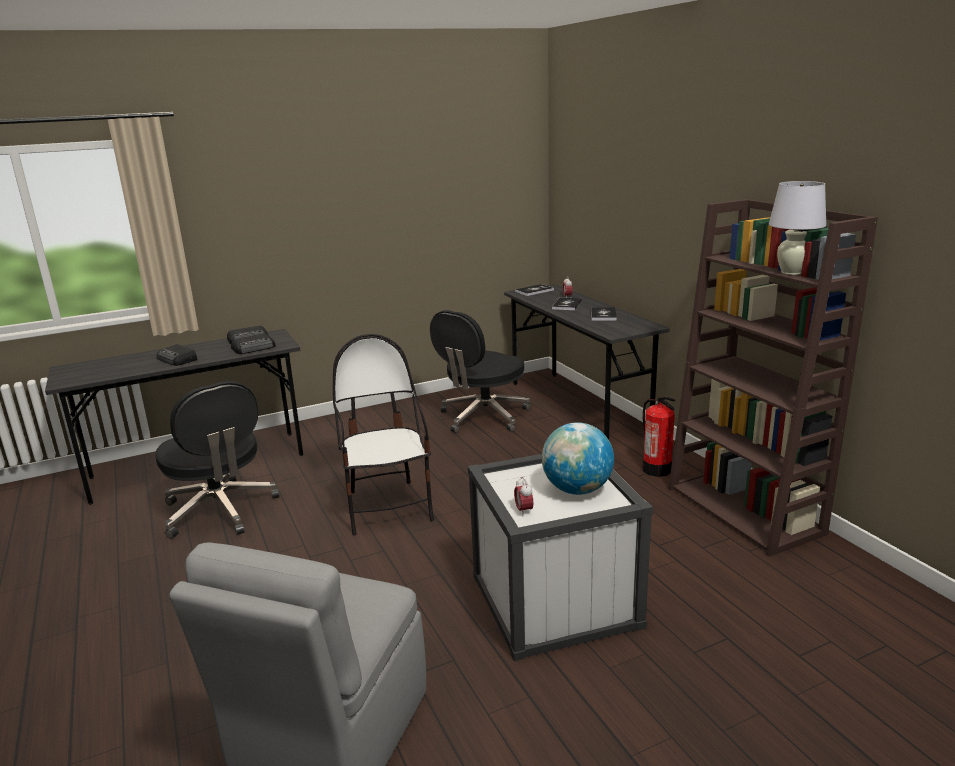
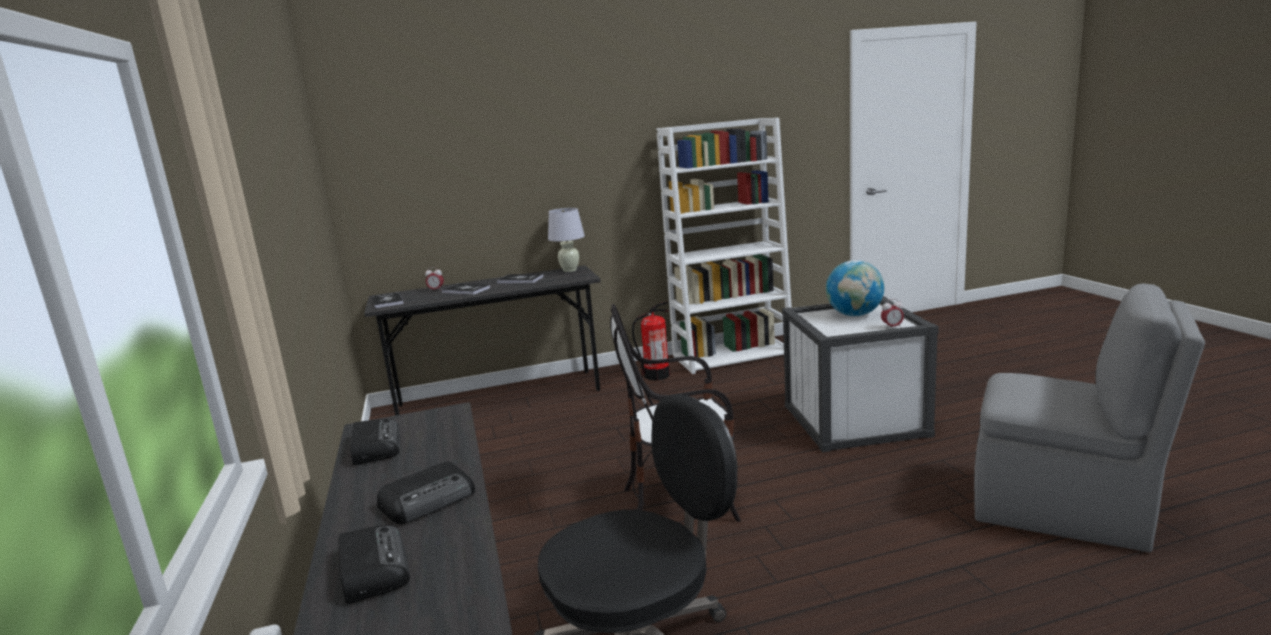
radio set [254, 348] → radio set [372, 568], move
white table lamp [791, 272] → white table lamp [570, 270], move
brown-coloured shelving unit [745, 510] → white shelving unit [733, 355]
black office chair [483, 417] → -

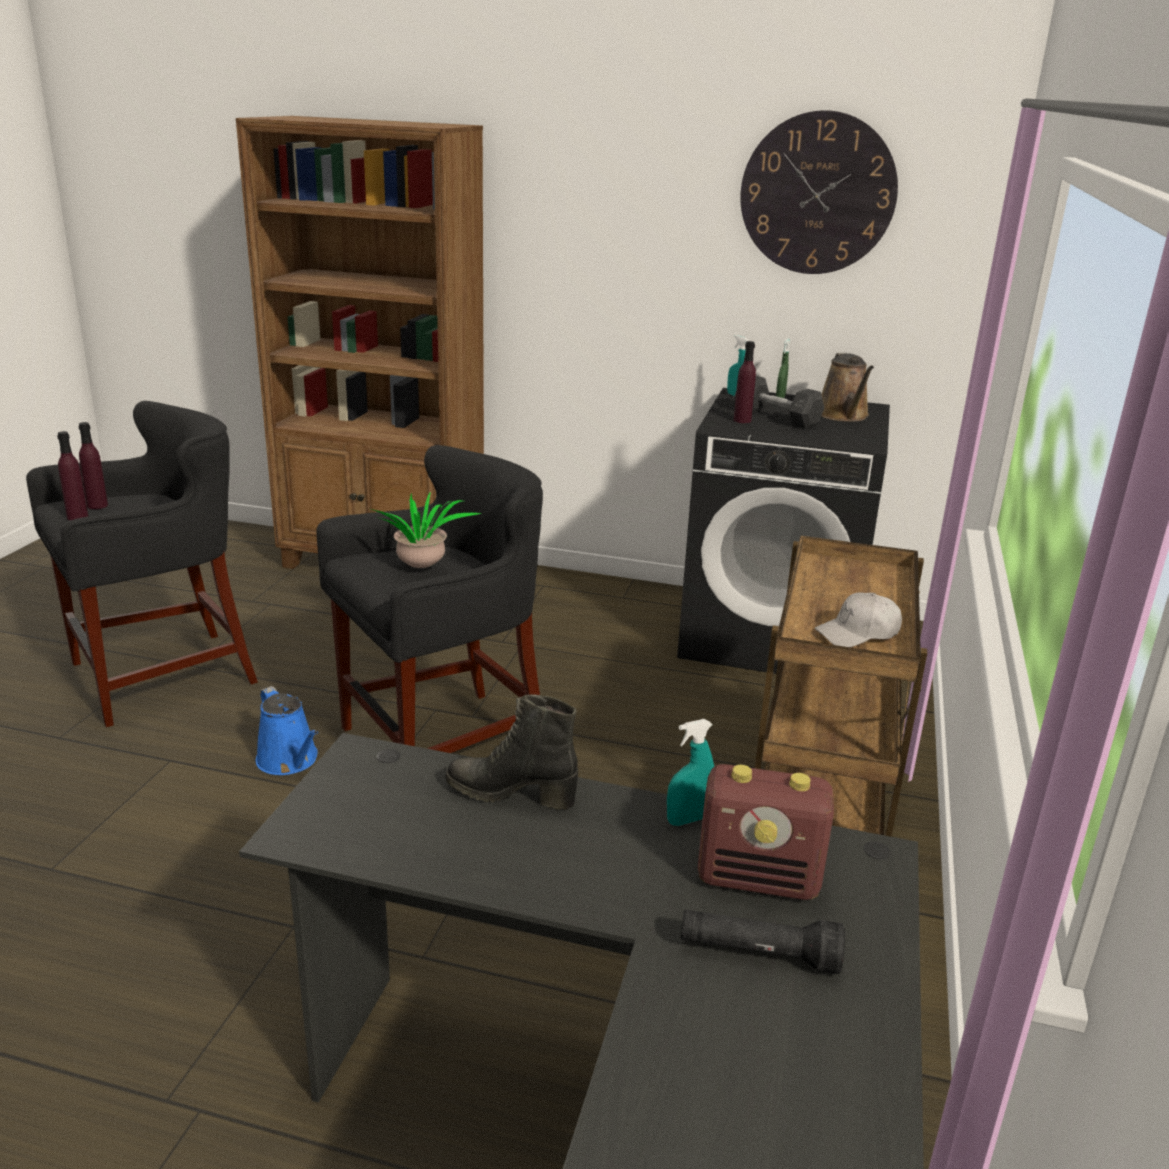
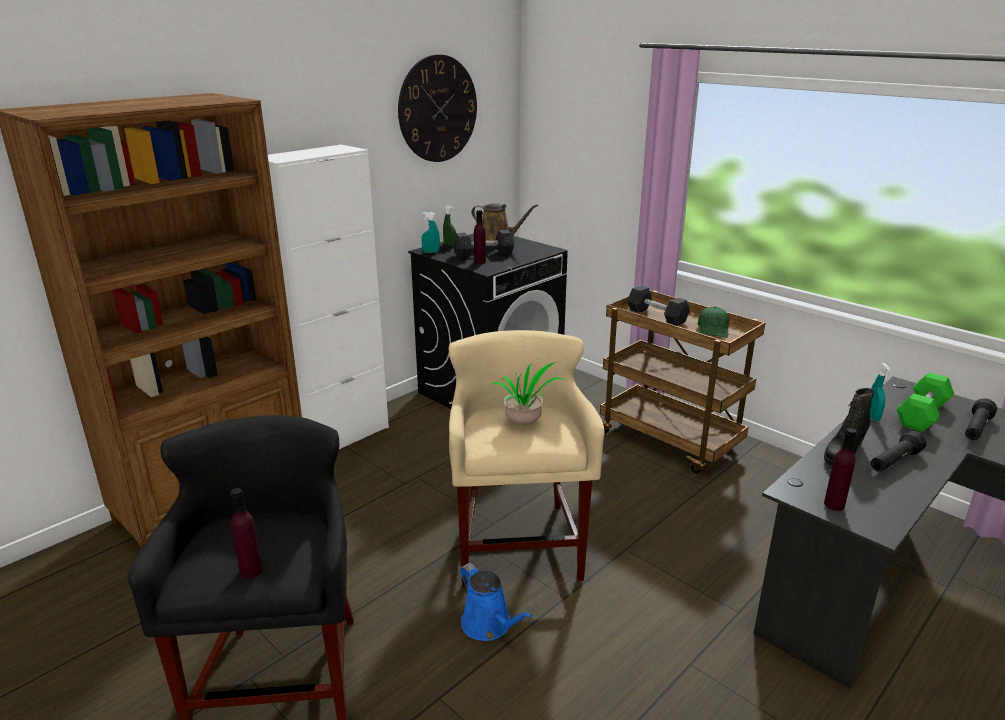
- → white cupboard [341, 436]
black stool [442, 744] → sand-coloured stool [518, 546]
bluish sprinkling can [290, 761] → bluish sprinkling can [489, 625], 60 degrees clockwise
- → grey hand weight [656, 316]
white peaked cap [858, 633] → green-coloured peaked cap [713, 330]
purple drink bottle [97, 505] → purple drink bottle [834, 504], move
- → black flashlight [894, 462]
radio set [759, 879] → green-coloured hand weight [922, 414]

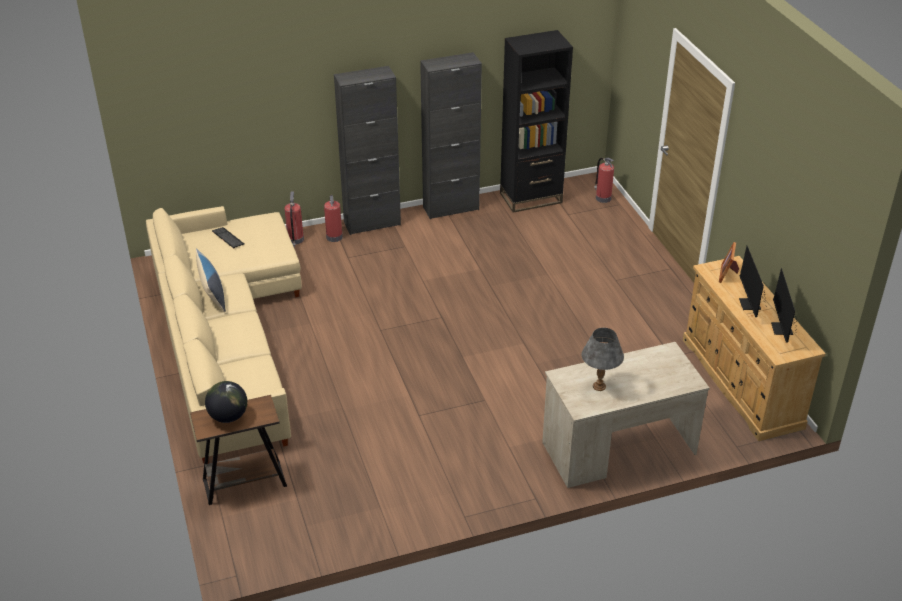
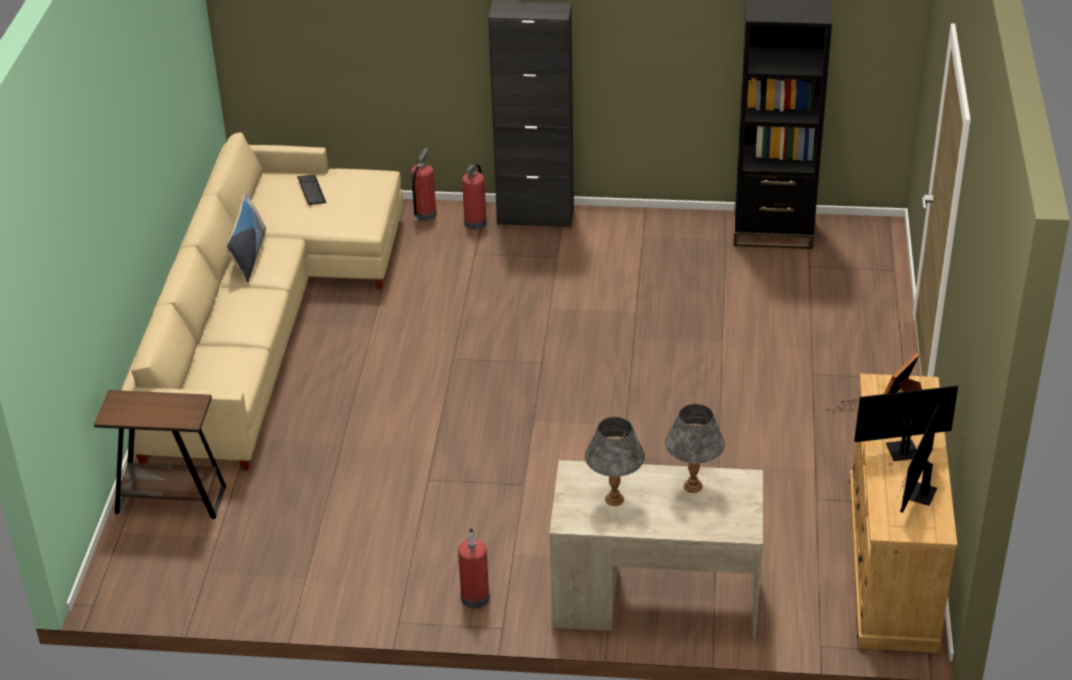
fire-fighting cylinder [603, 198] → fire-fighting cylinder [475, 596], move
- → grey table lamp [693, 486]
computer screen [749, 306] → computer screen [897, 450], 60 degrees clockwise
world globe [228, 416] → -
black cupboard [451, 208] → -

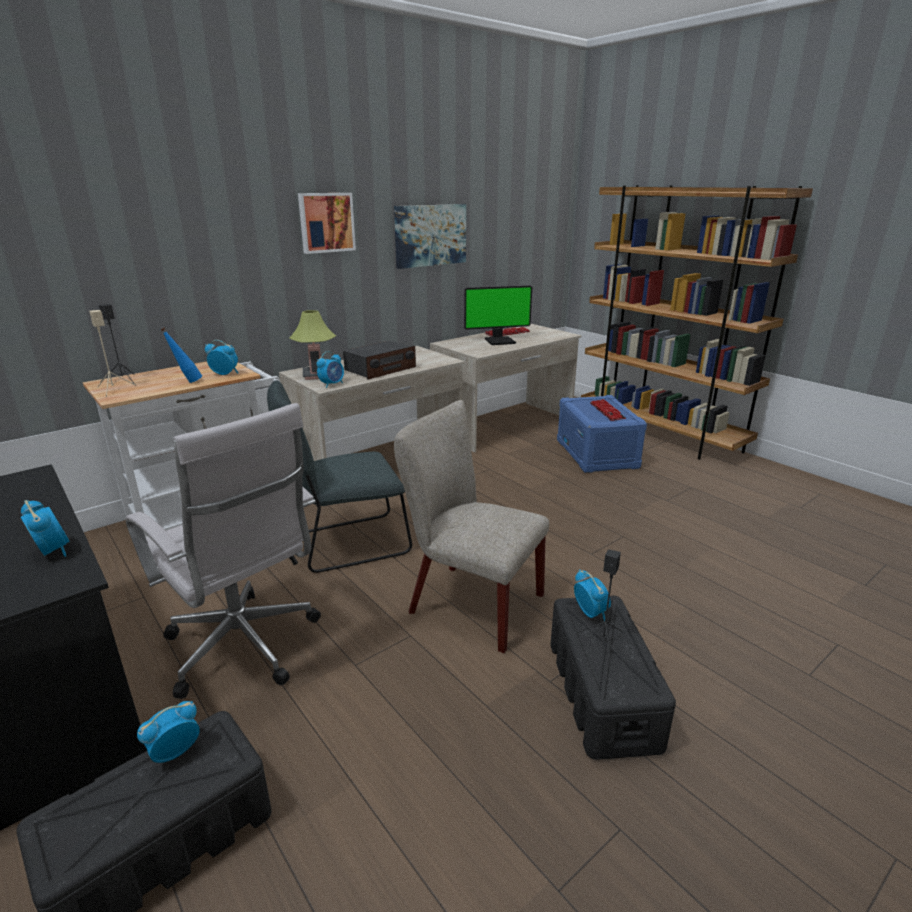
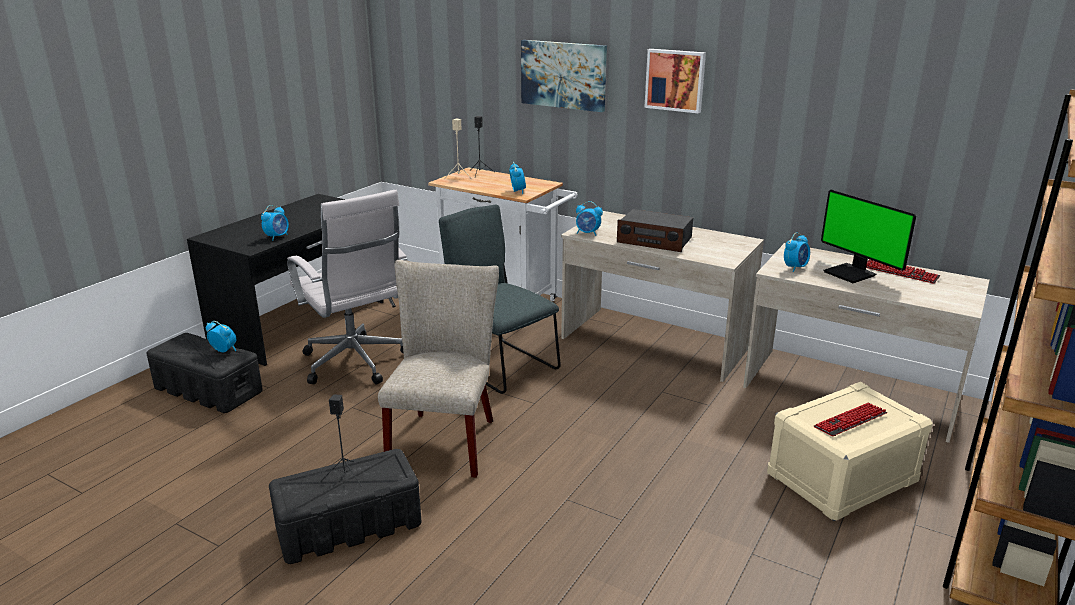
white office chair [246, 648] → white office chair [356, 364], 60 degrees counterclockwise
picture [430, 235] → picture [563, 75], move
bluish storage box [597, 454] → sand-coloured storage box [841, 479]
table clock [590, 613] → table clock [795, 267], move
bluish drink bottle [187, 382] → -
table lamp [316, 375] → -

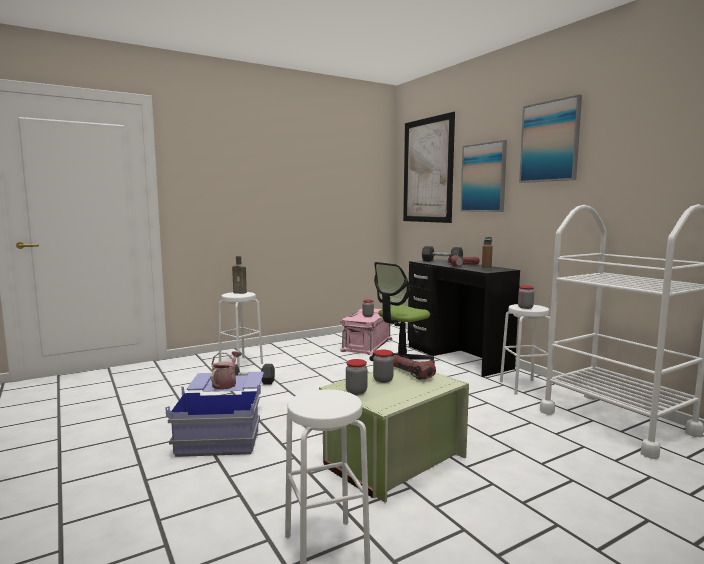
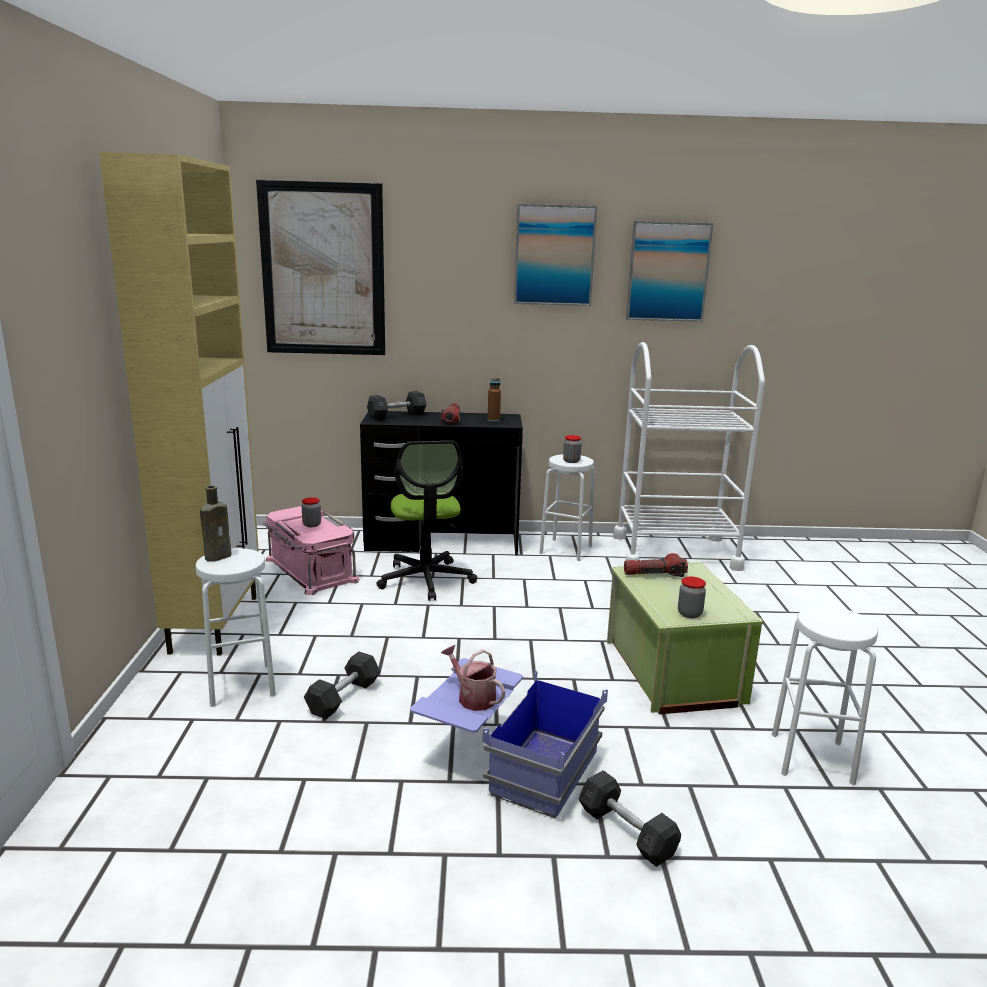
- → sand-coloured cupboard [216, 623]
- → grey hand weight [626, 832]
picture [484, 177] → picture [668, 272], move
jar [383, 380] → -

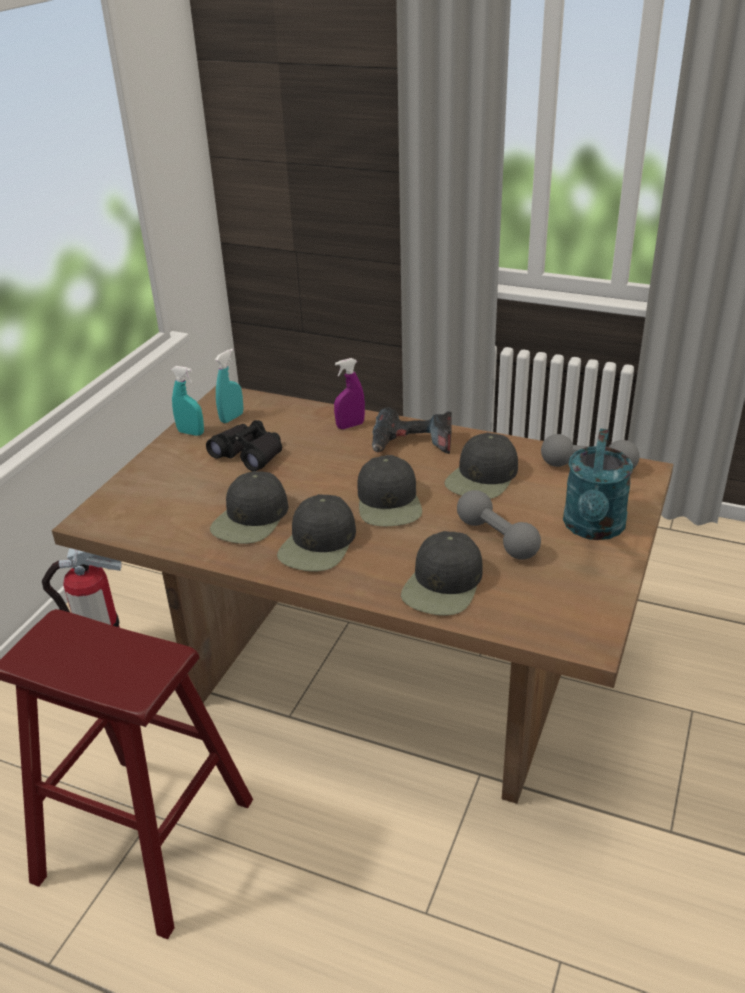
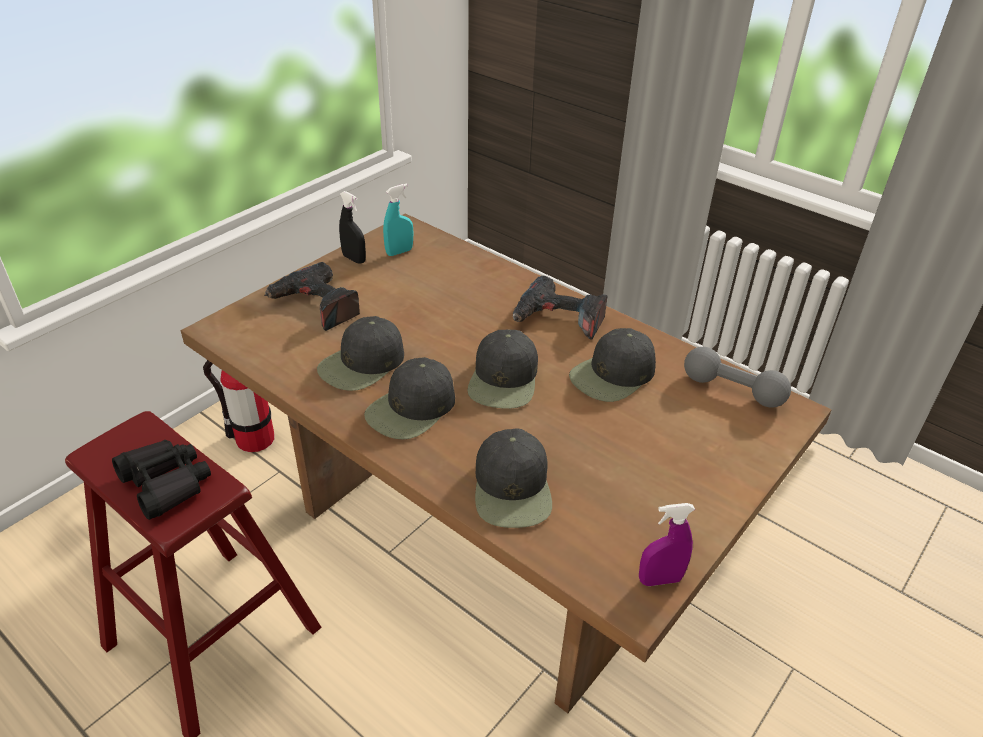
black field glasses [249, 454] → black field glasses [166, 483], move
- → drill [316, 306]
turquoise hand sprayer [191, 433] → black hand sprayer [354, 259]
black peaked cap [443, 585] → black peaked cap [513, 488], 45 degrees counterclockwise
purple hand sprayer [350, 426] → purple hand sprayer [660, 580], move
grey hand weight [496, 538] → -
turquoise sprinkling can [593, 528] → -

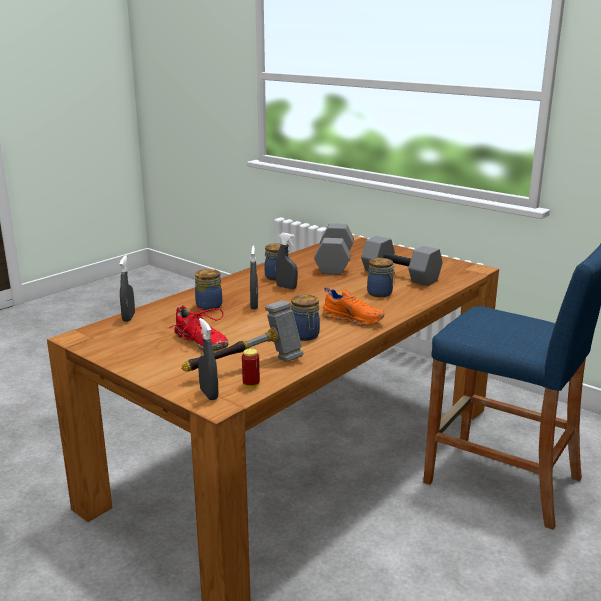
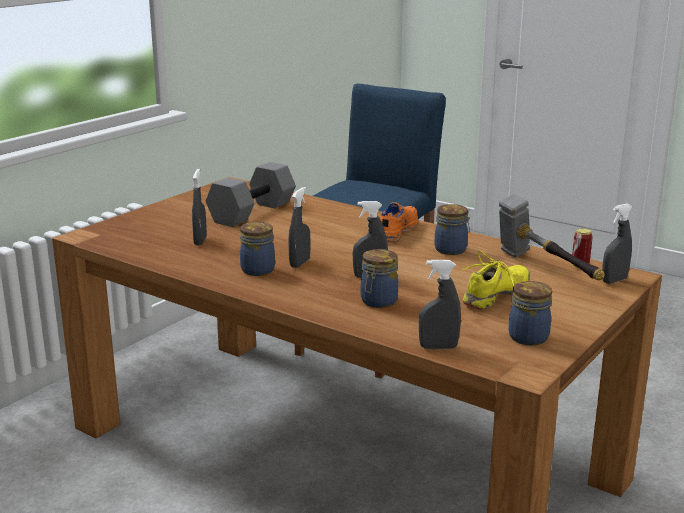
grey hand weight [335, 263] → grey hand sprayer [200, 241]
red shoe [200, 342] → yellow shoe [496, 295]
jar [380, 294] → jar [529, 337], move

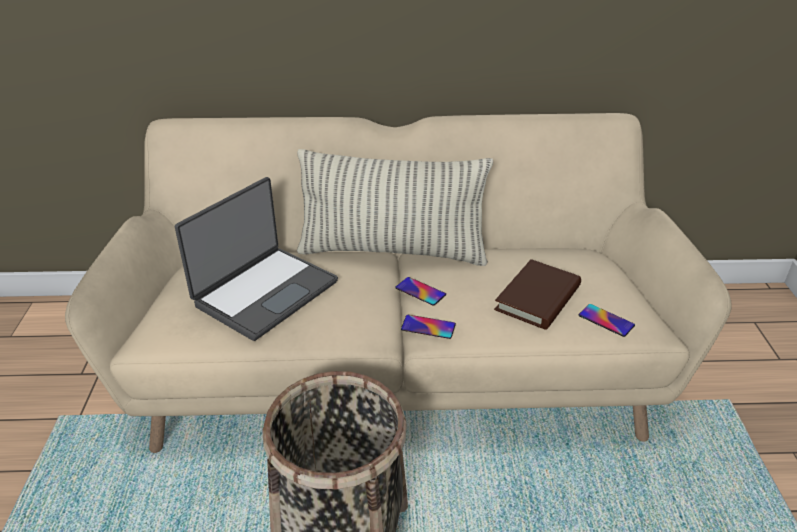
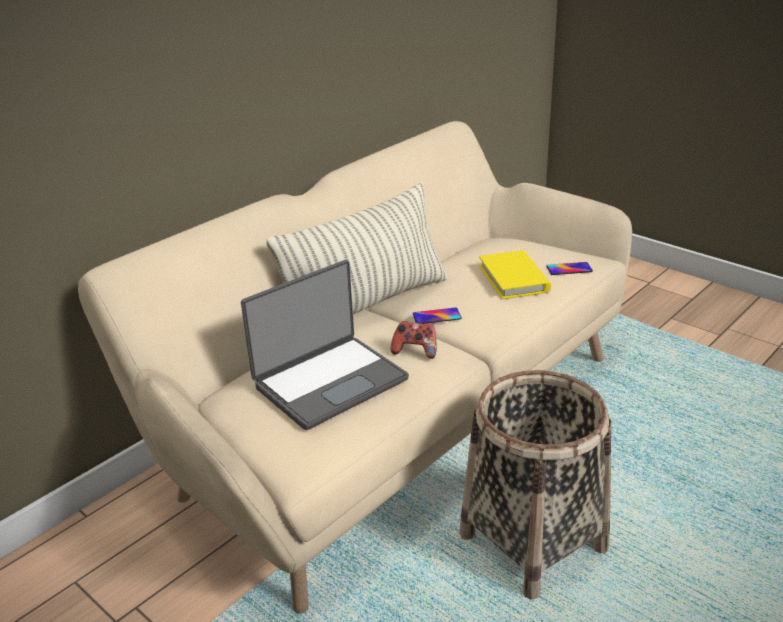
portable computer [264, 292] → portable computer [329, 382], 60 degrees clockwise
- → joypad [415, 351]
brown-coloured bound book [538, 298] → yellow bound book [513, 278]
phone [428, 327] → -

